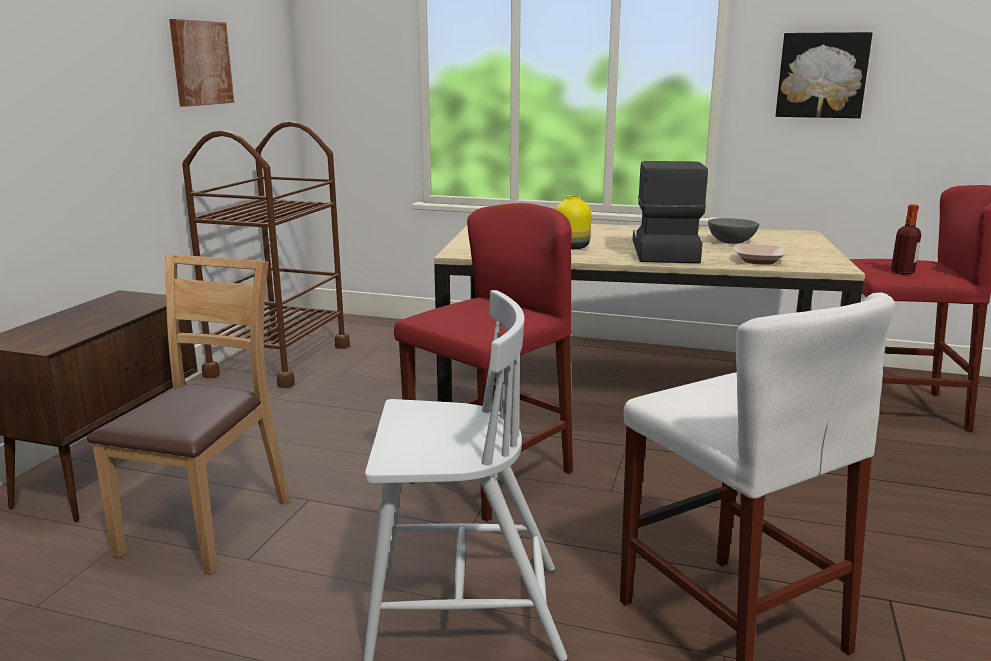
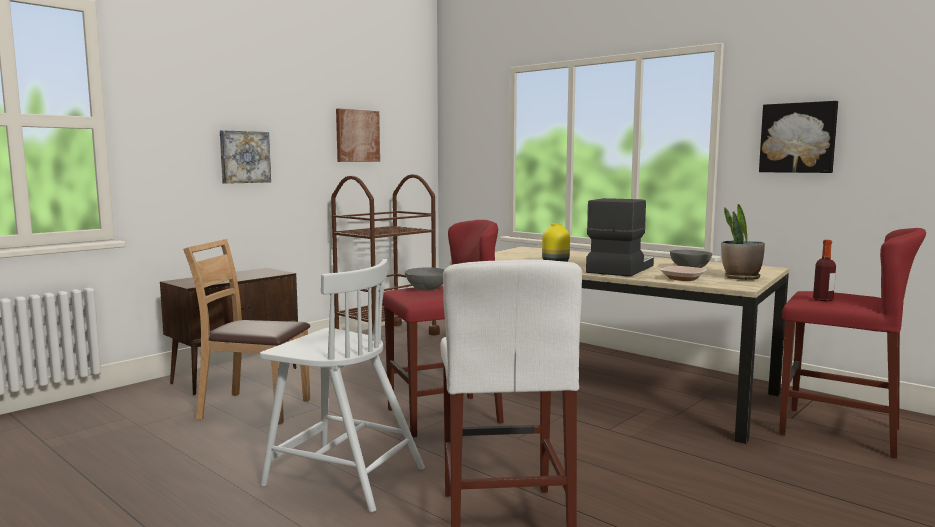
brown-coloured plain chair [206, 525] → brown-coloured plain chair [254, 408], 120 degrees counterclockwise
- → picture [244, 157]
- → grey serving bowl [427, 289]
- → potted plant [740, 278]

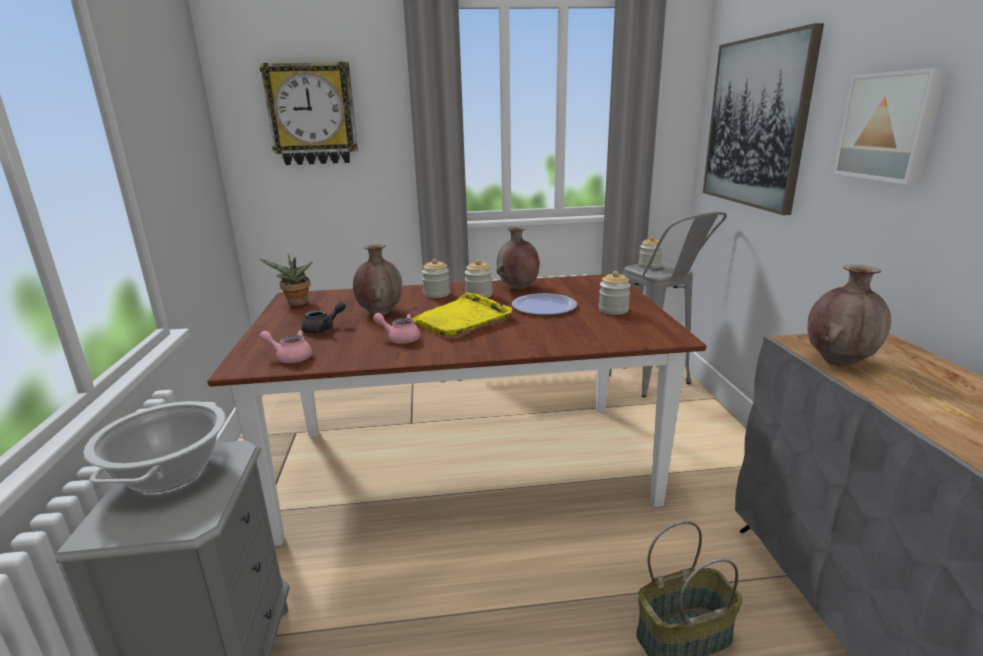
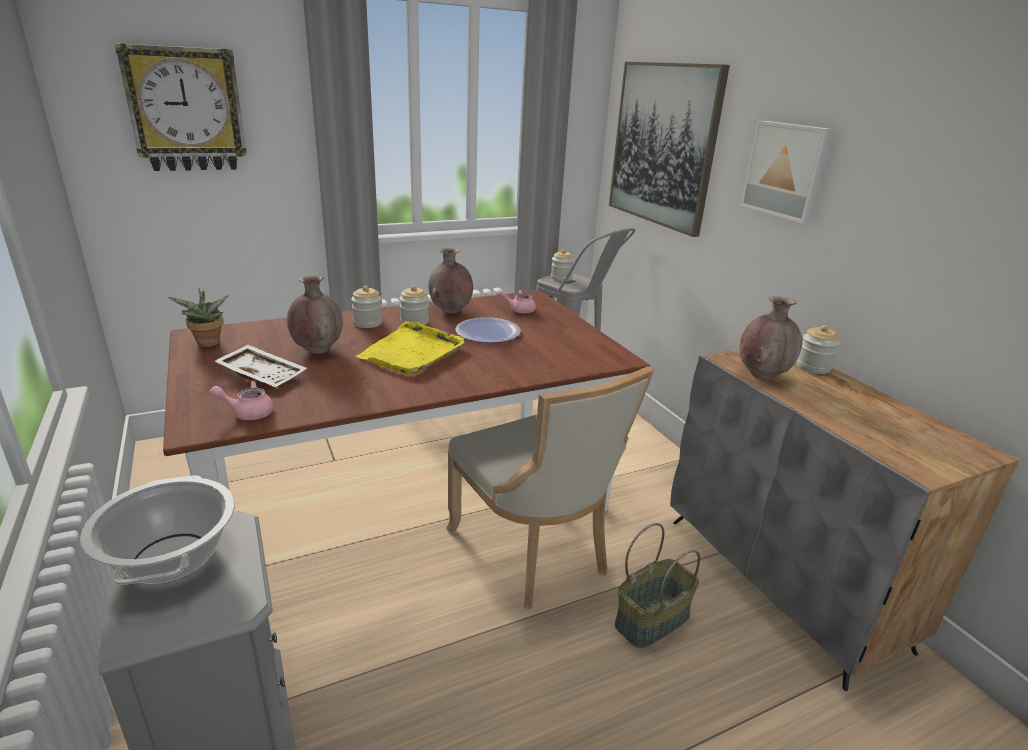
grey pot for tea [323, 329] → white serving tray [264, 374]
- → sand-coloured plain chair [533, 552]
pink pot for tea [400, 338] → pink pot for tea [518, 310], move
jar [613, 310] → jar [813, 367], move

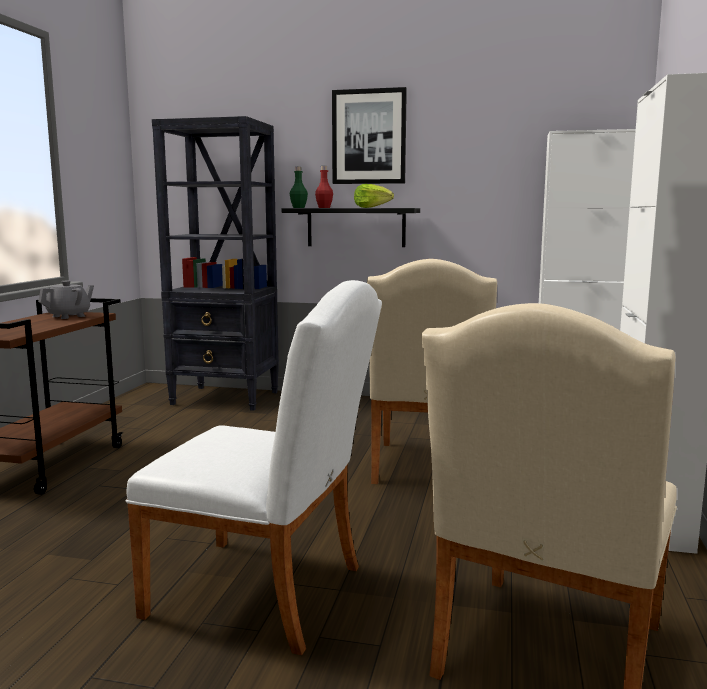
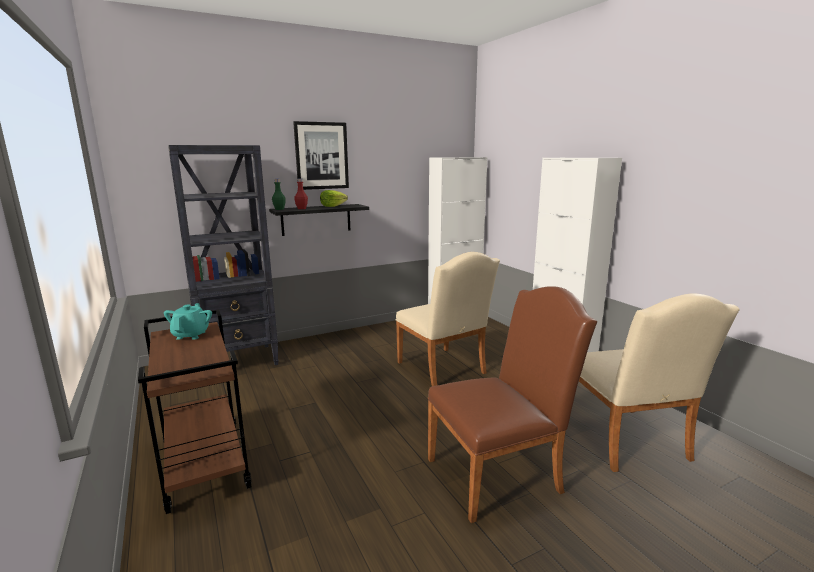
grey pot for tea [69, 316] → turquoise pot for tea [191, 335]
white plain chair [269, 594] → brown-coloured plain chair [501, 473]

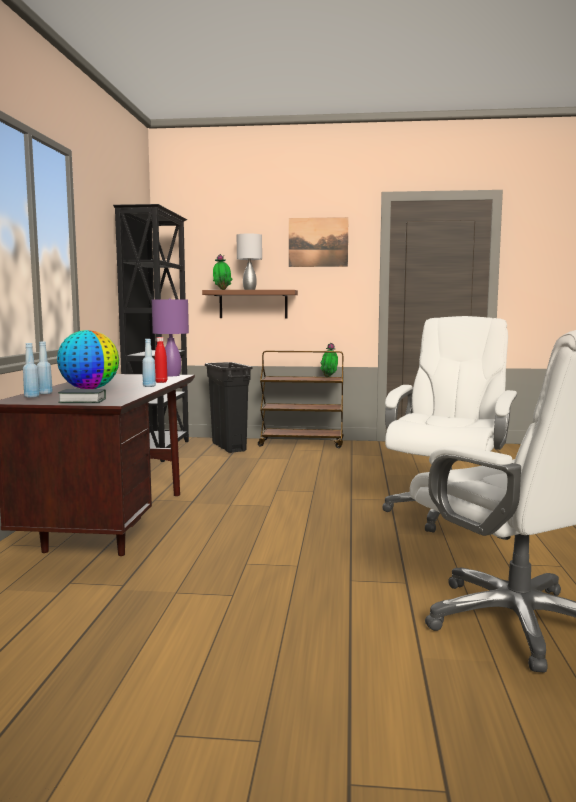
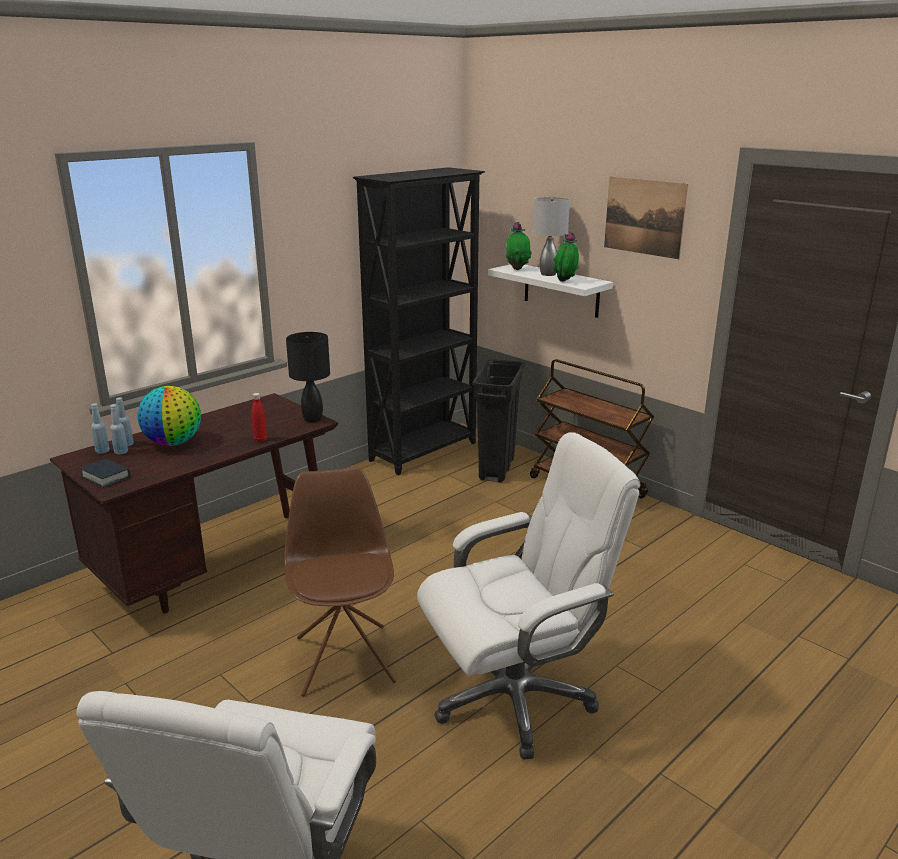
bluish drink bottle [149, 386] → bluish drink bottle [121, 452], move
- → brown-coloured plain chair [345, 658]
purple table lamp [172, 375] → black table lamp [313, 419]
brown-coloured wall shelf [253, 304] → white wall shelf [561, 290]
potted plant [329, 377] → potted plant [565, 282], move

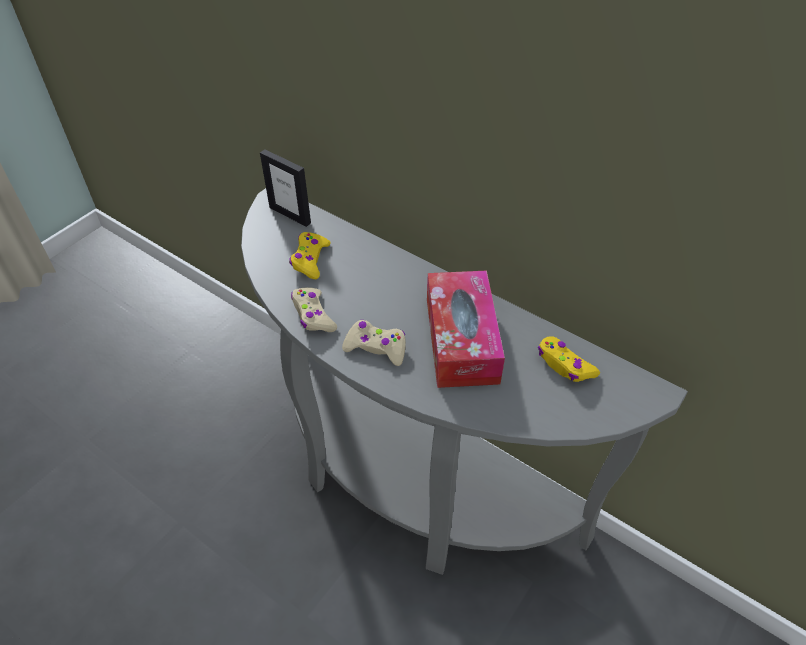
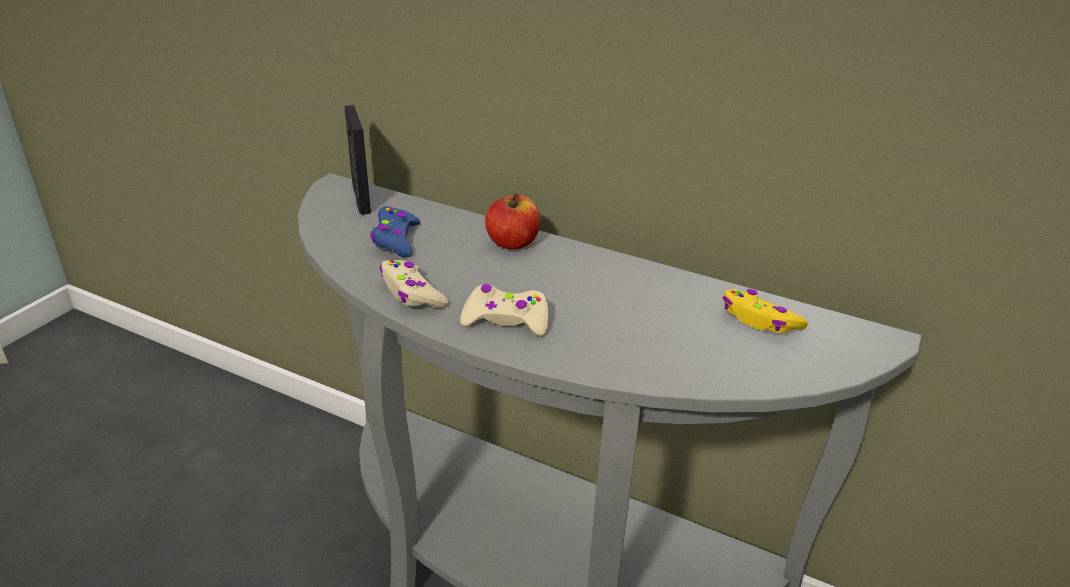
standing frame [290, 215] → standing frame [360, 199], 135 degrees counterclockwise
yellow joypad [310, 260] → bluish joypad [396, 240]
- → apple [512, 243]
tissue box [461, 340] → -

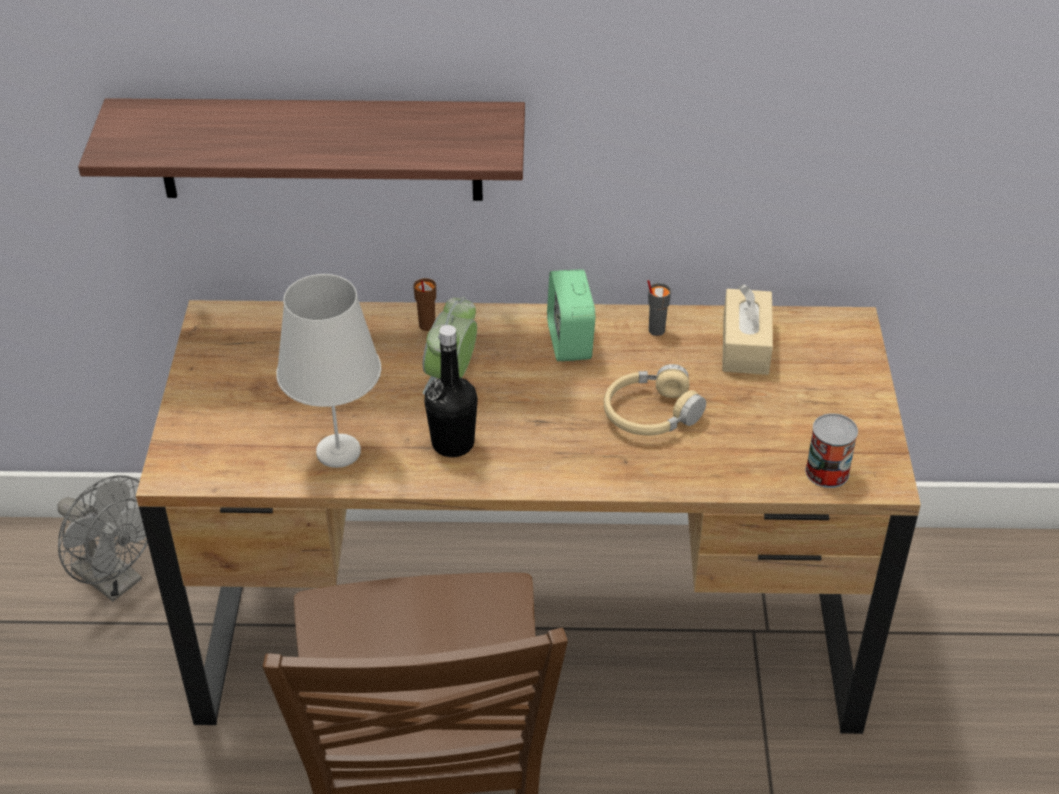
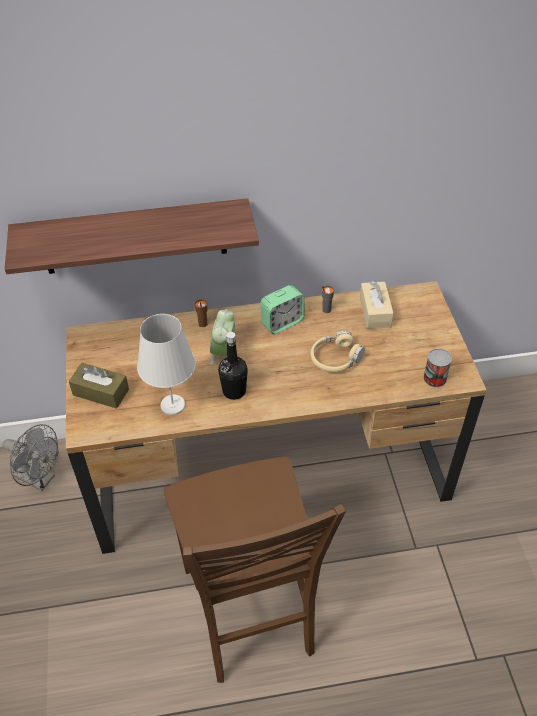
- → brown-coloured tissue box [101, 392]
table clock [570, 341] → table clock [282, 322], 105 degrees counterclockwise

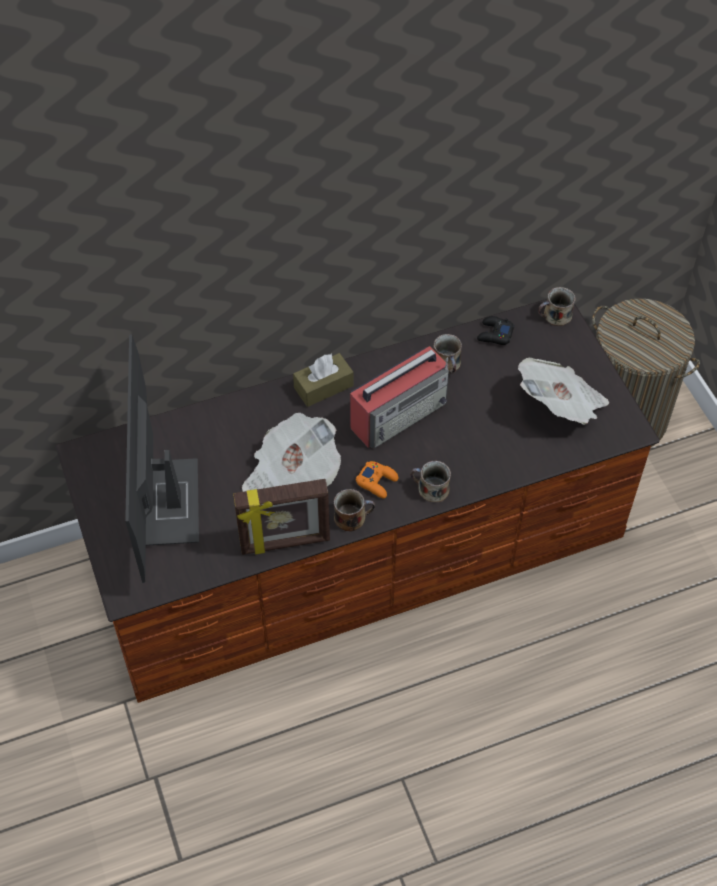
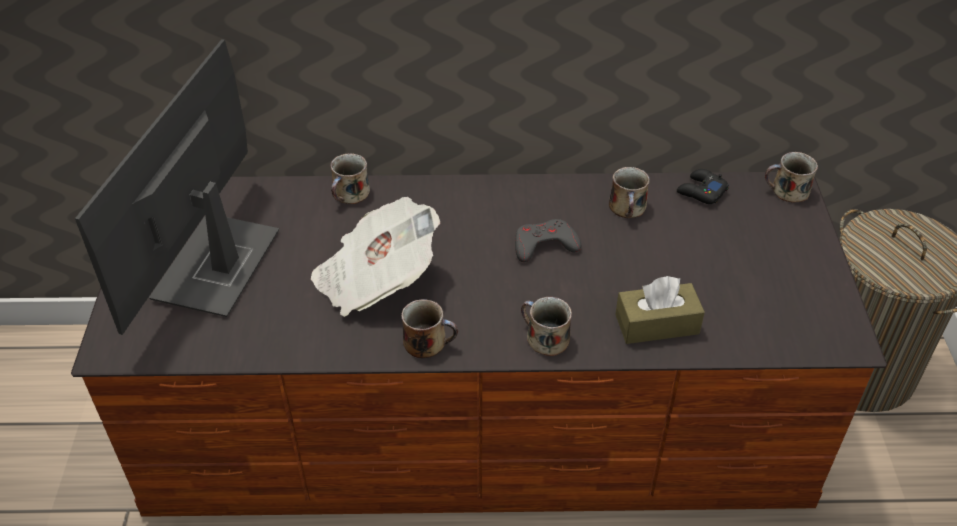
- → coffee mug [350, 194]
radio set [400, 414] → grey joypad [544, 245]
brown-coloured tissue box [323, 387] → brown-coloured tissue box [657, 324], move
standing frame [285, 543] → -
orange-coloured joypad [377, 482] → -
daily paper [561, 405] → -

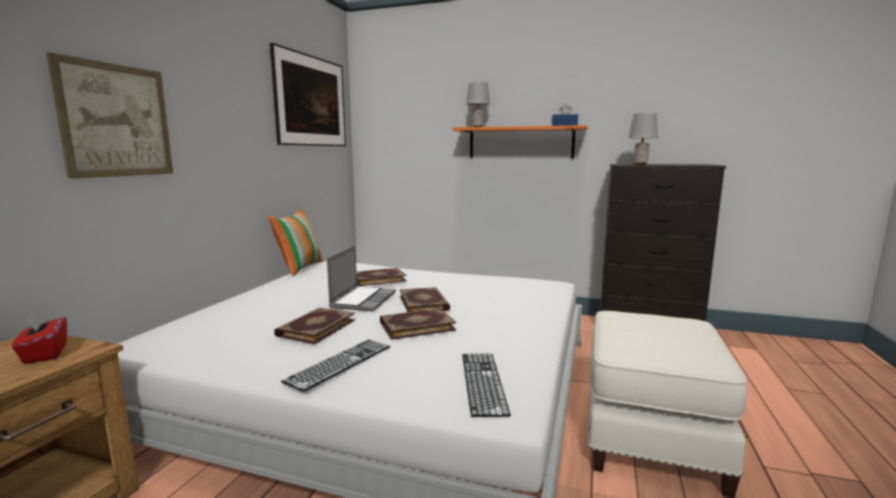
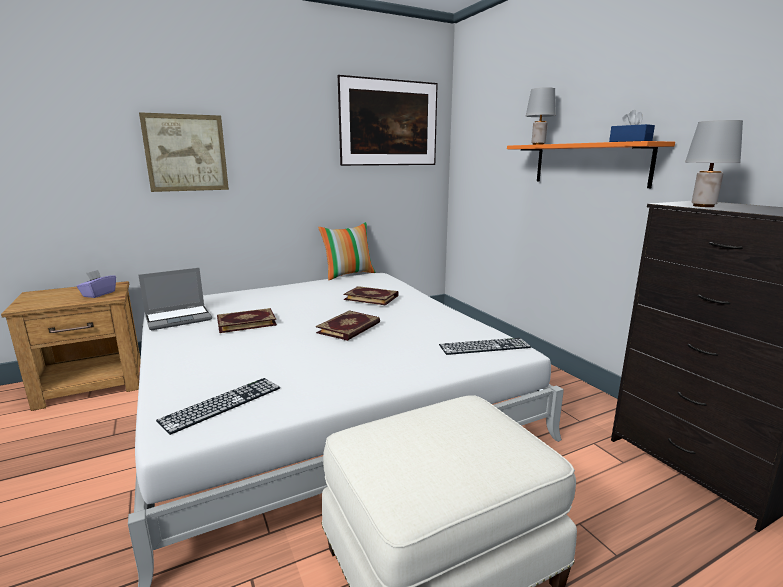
red tissue box [44, 354] → purple tissue box [99, 294]
portable computer [363, 300] → portable computer [179, 318], move
PC keyboard [340, 363] → PC keyboard [484, 346], move
bound book [416, 325] → -

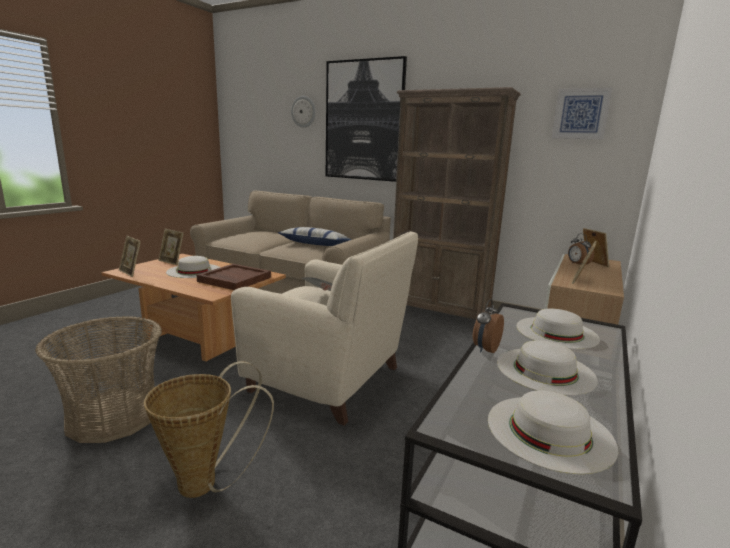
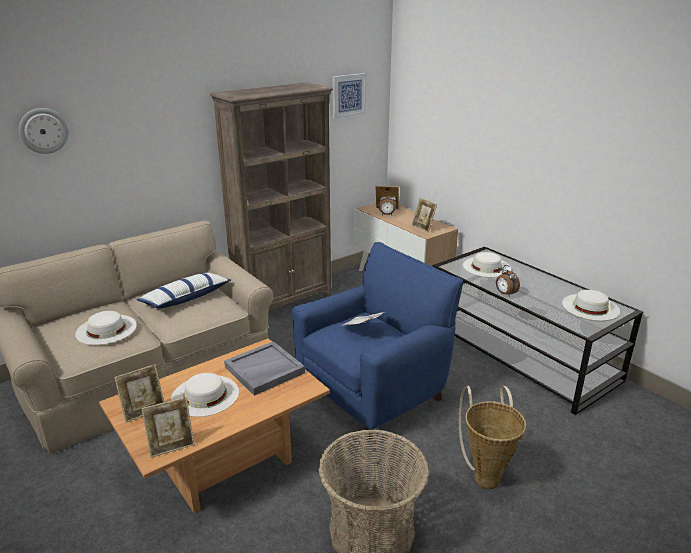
white clothing hat [545, 370] → white clothing hat [106, 329], move
brown-coloured serving tray [234, 279] → grey serving tray [264, 370]
sand-coloured lounge chair [329, 380] → bluish lounge chair [374, 392]
picture [364, 121] → -

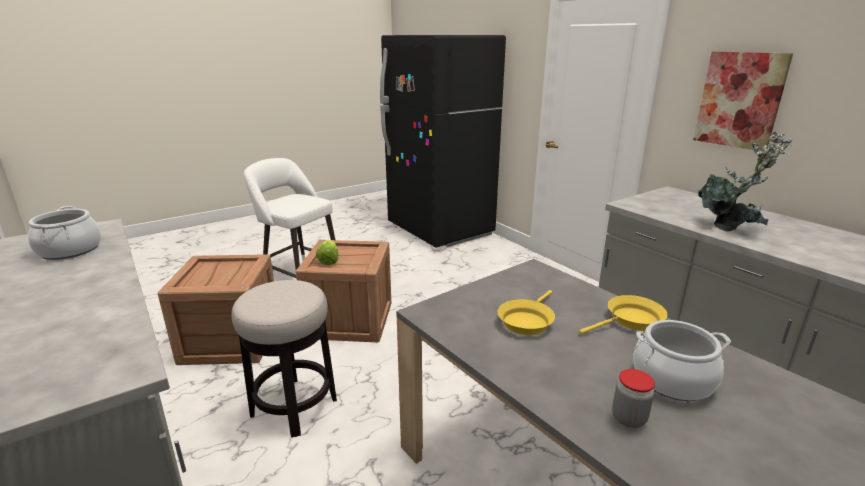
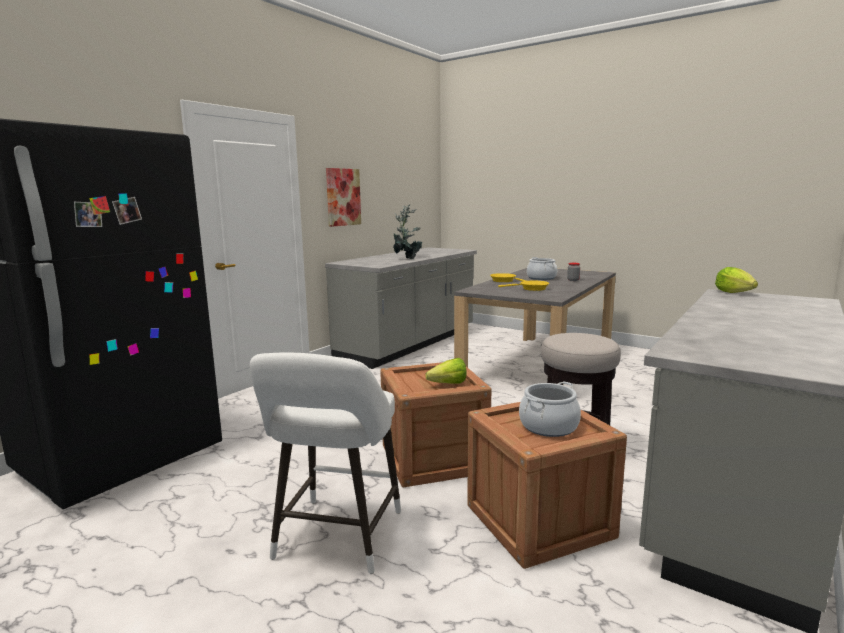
stockpot [70, 250] → stockpot [548, 426], move
- → lettuce head [733, 293]

